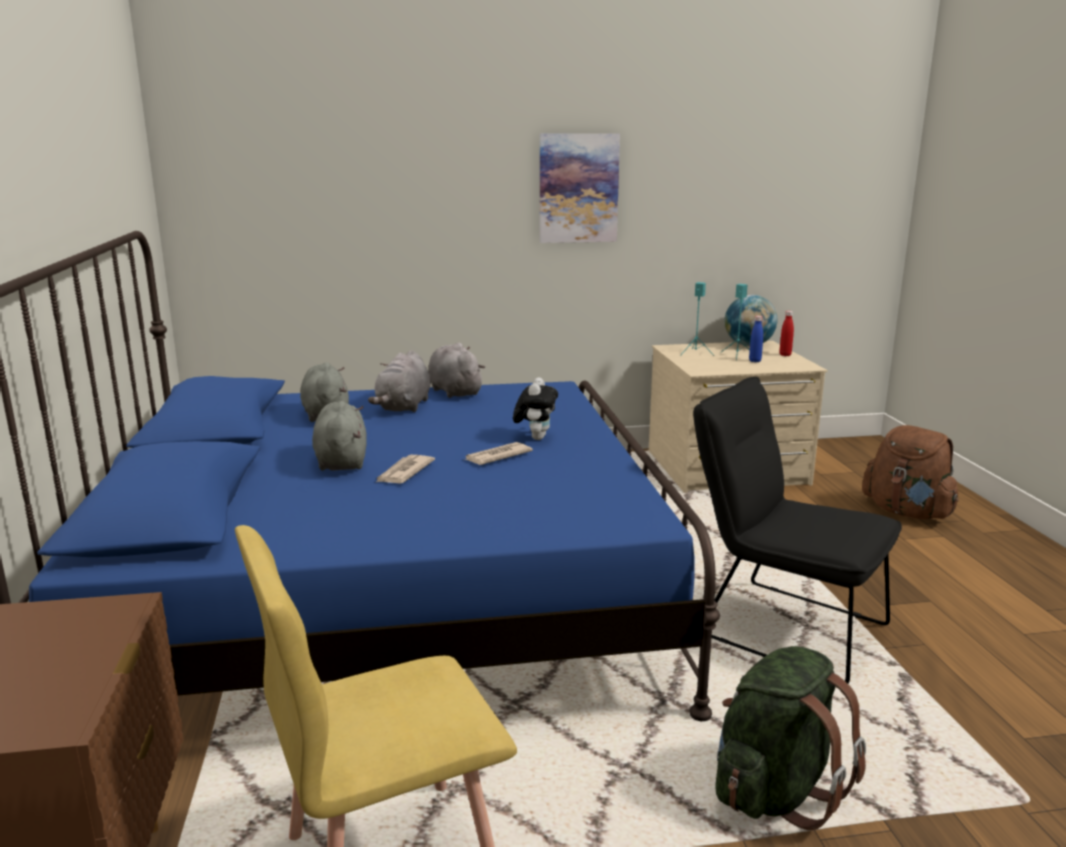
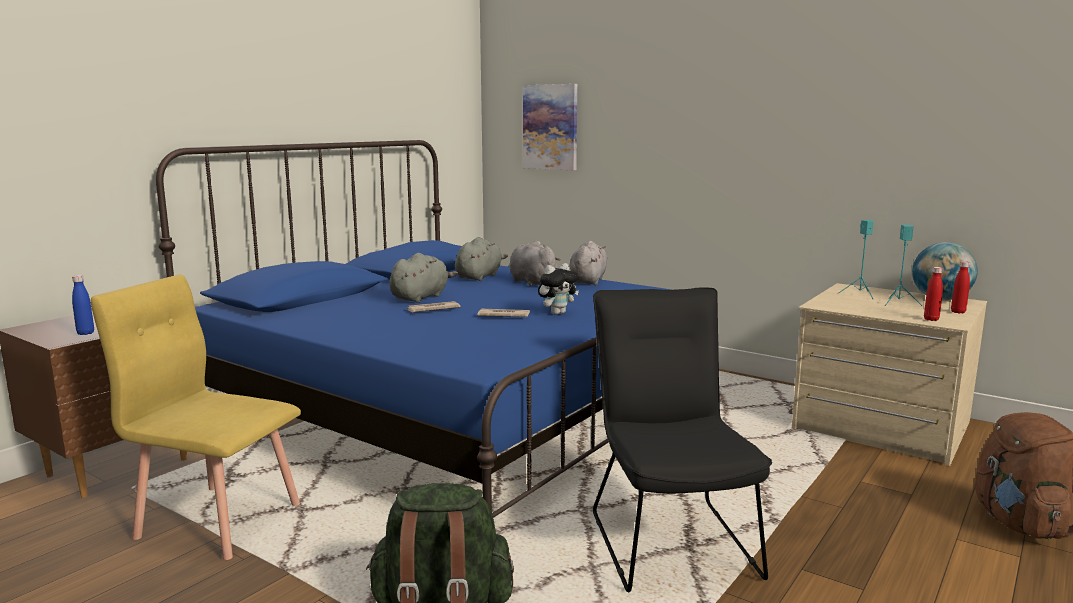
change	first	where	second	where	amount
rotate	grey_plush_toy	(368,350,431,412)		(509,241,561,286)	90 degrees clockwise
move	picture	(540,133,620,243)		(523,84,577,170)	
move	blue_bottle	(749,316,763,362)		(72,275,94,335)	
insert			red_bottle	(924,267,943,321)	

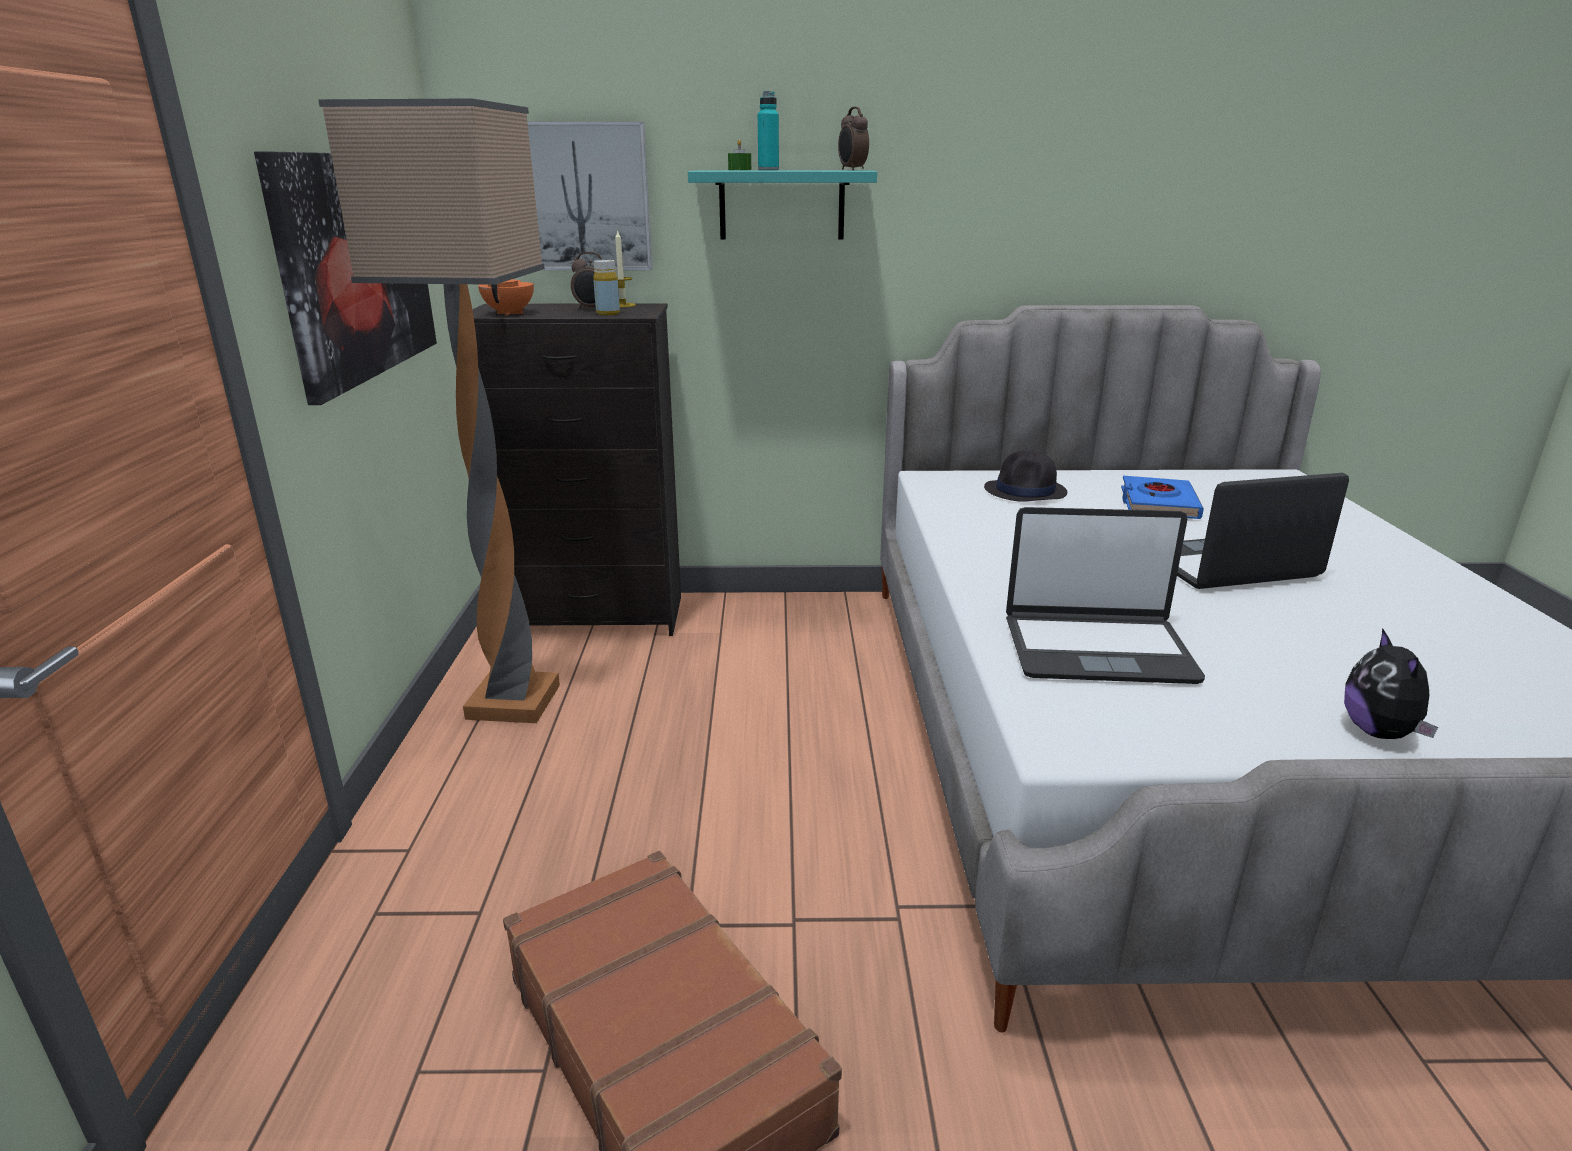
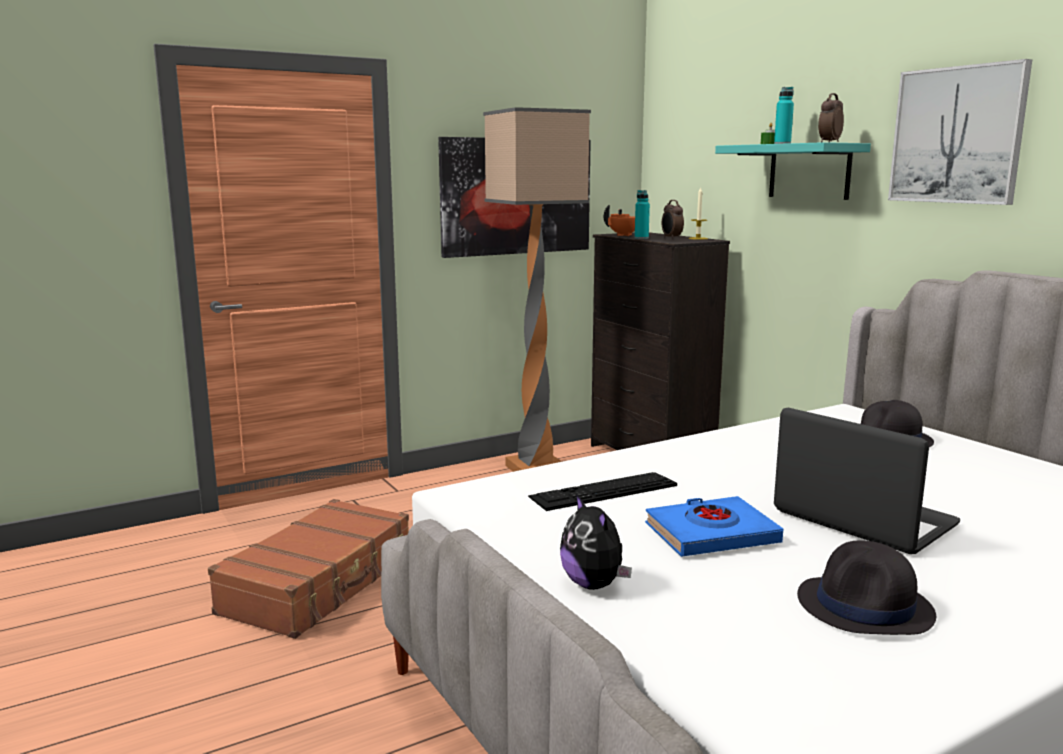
change	first	where	second	where	amount
move	picture	(527,121,652,270)		(888,59,1032,205)	
delete	yellow_bottle	(593,260,620,315)			
replace	laptop	(1006,507,1205,684)	keyboard	(528,472,677,511)	
move	blue_book	(1121,476,1204,519)		(645,496,783,557)	
rotate	plush_toy	(1344,628,1438,739)		(560,494,632,590)	90 degrees counterclockwise
insert			turquoise_bottle	(635,190,650,239)	
insert			black_hat	(797,540,936,635)	

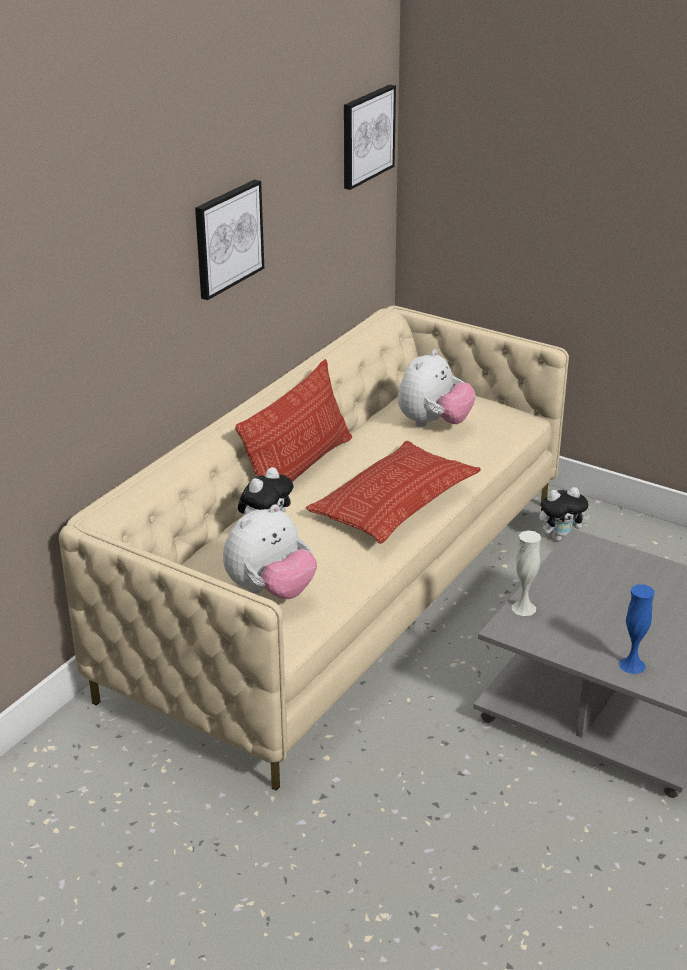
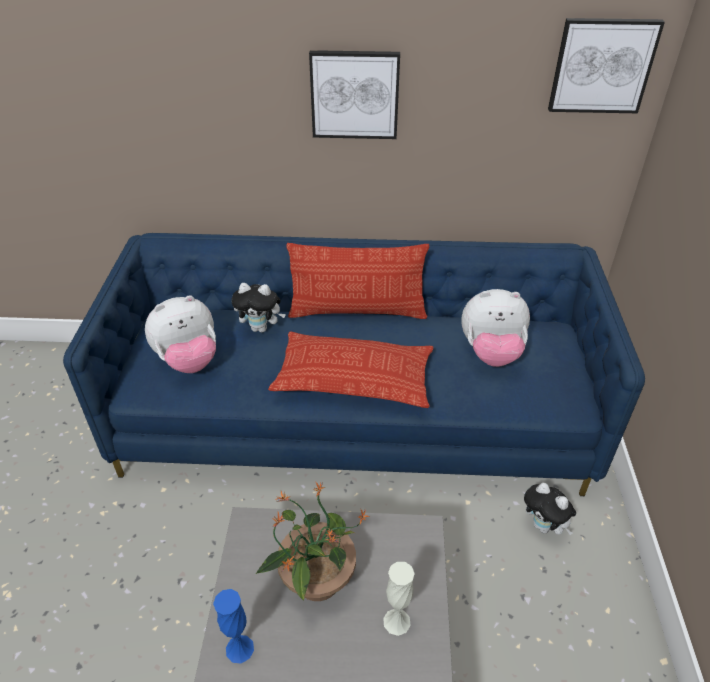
change	first	where	second	where	amount
recolor	beige_sofa	(59,305,569,791)	blue_sofa	(63,233,645,496)	
rotate	plush_toy	(223,505,317,599)		(145,295,216,373)	45 degrees counterclockwise
move	white_vase	(512,530,541,616)		(383,562,415,636)	
insert			potted_plant	(256,481,370,601)	

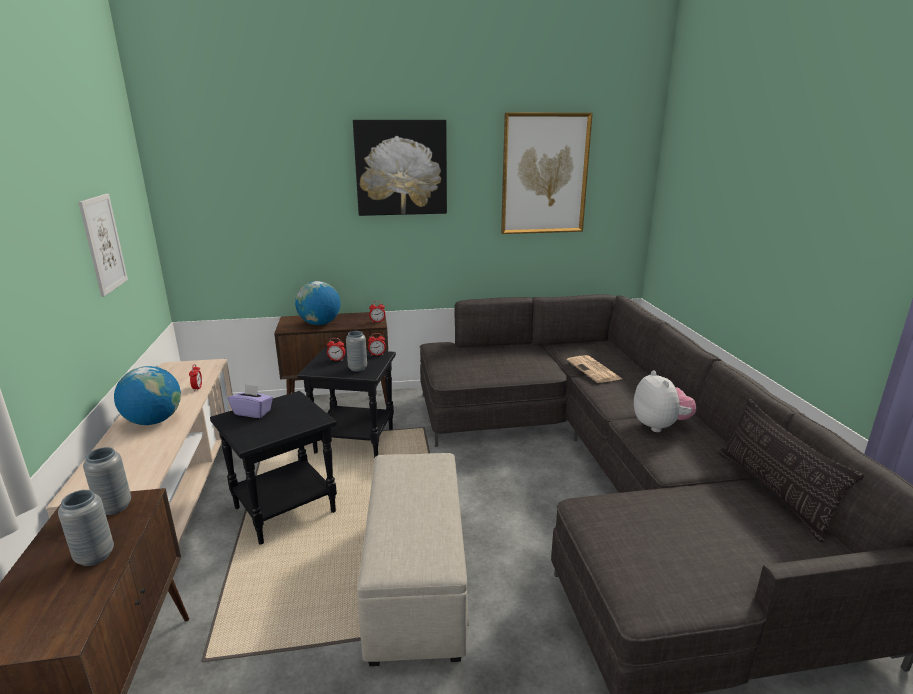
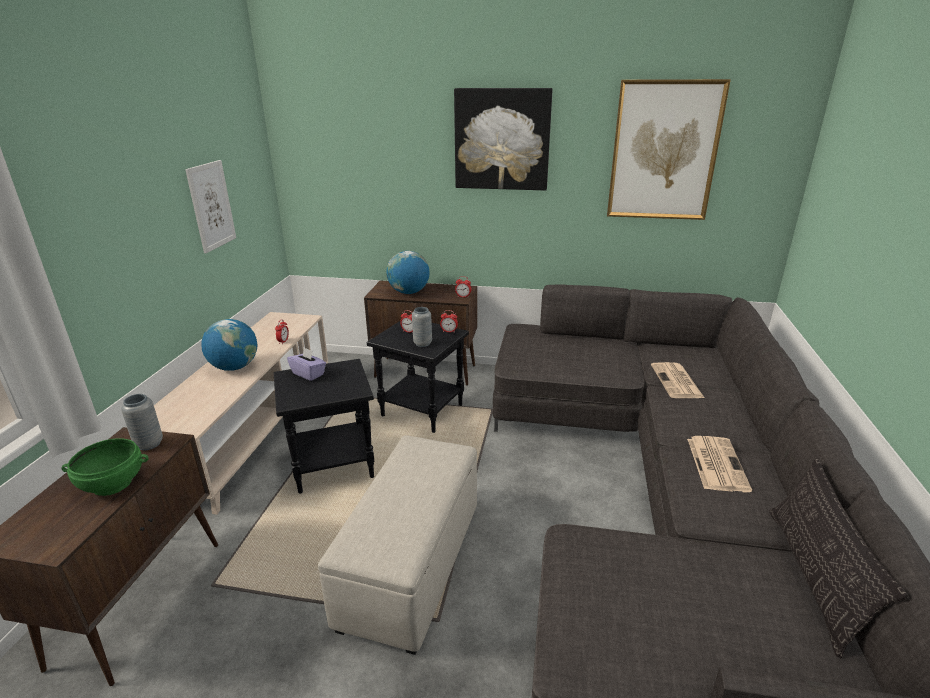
change	first	where	second	where	amount
replace	grey_vase	(58,490,114,566)	green_bowl	(61,438,149,496)	
replace	plush_toy	(633,370,696,432)	newspaper	(687,436,752,492)	

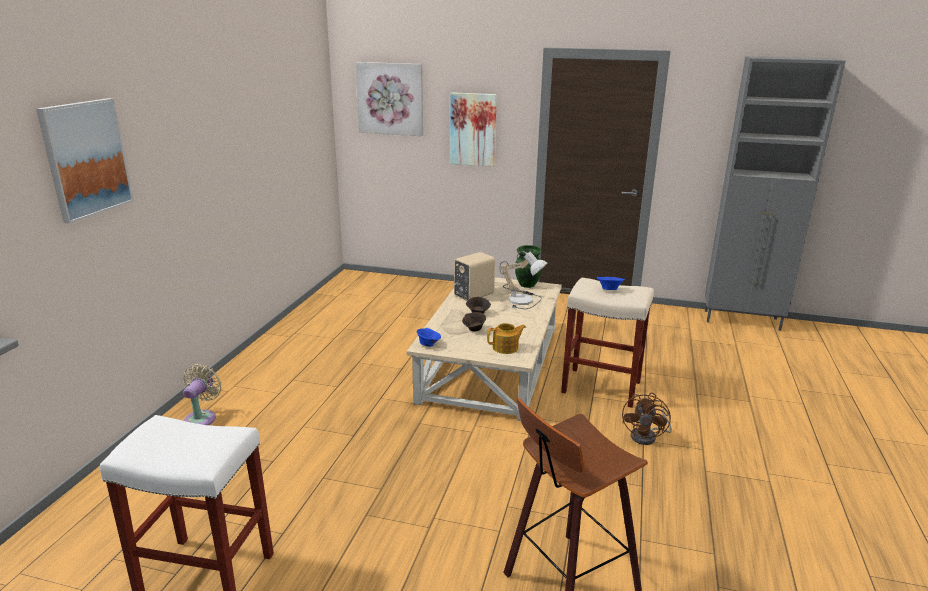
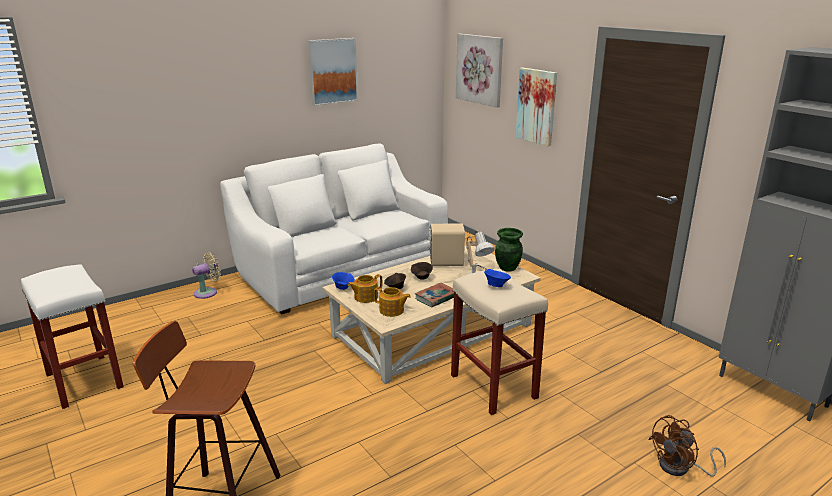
change	first	where	second	where	amount
move	picture	(36,98,134,224)		(308,38,358,106)	
move	brown_fan	(622,393,672,445)		(648,415,726,477)	
insert			white_sofa	(220,143,448,314)	
insert			teapot	(348,274,382,303)	
insert			book	(415,283,454,307)	

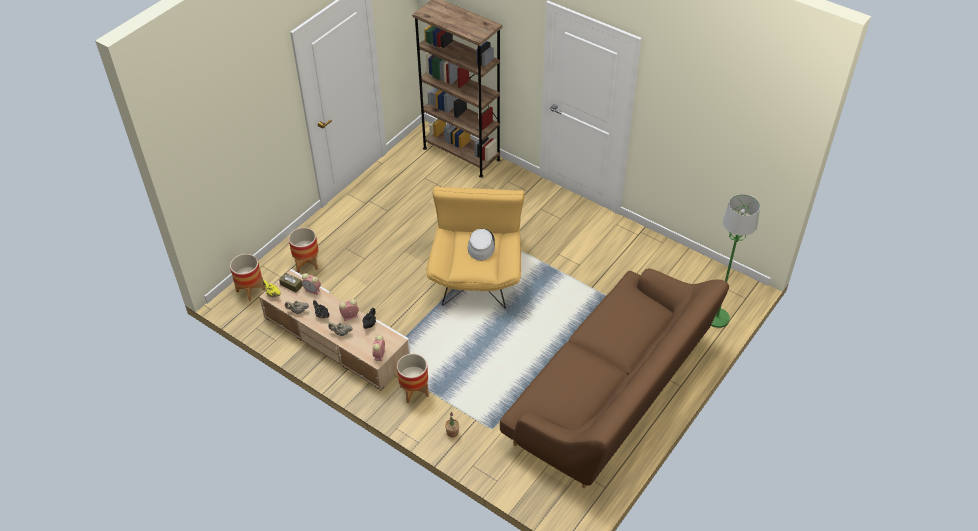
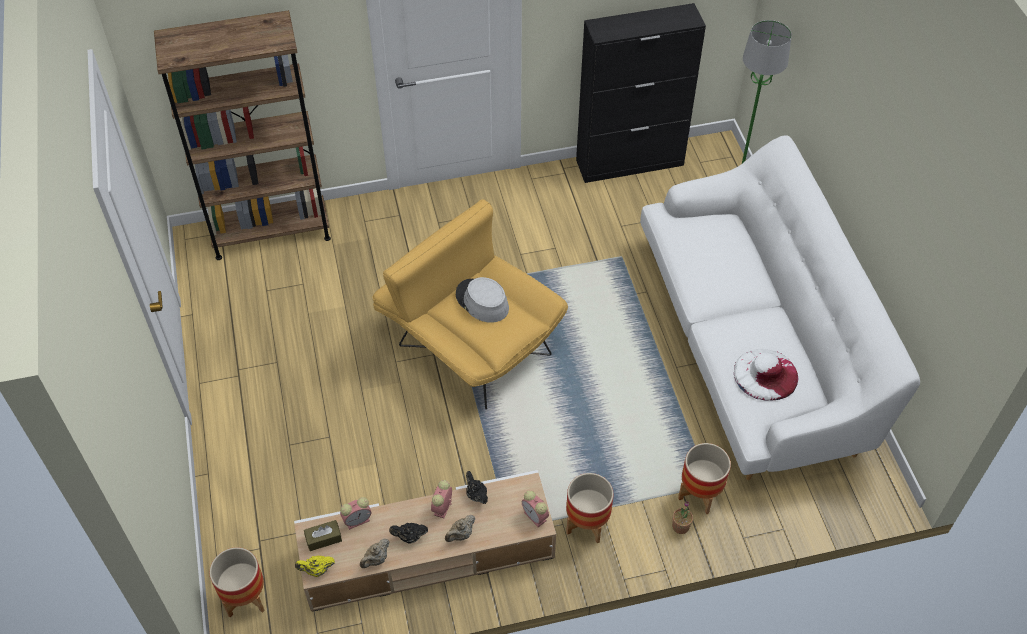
change	first	where	second	where	amount
move	planter	(289,227,319,273)		(678,443,731,514)	
recolor	brown_sofa	(500,268,729,488)	white_sofa	(640,135,920,480)	
insert			black_cabinet	(576,3,706,183)	
insert			white_hat	(734,349,798,401)	

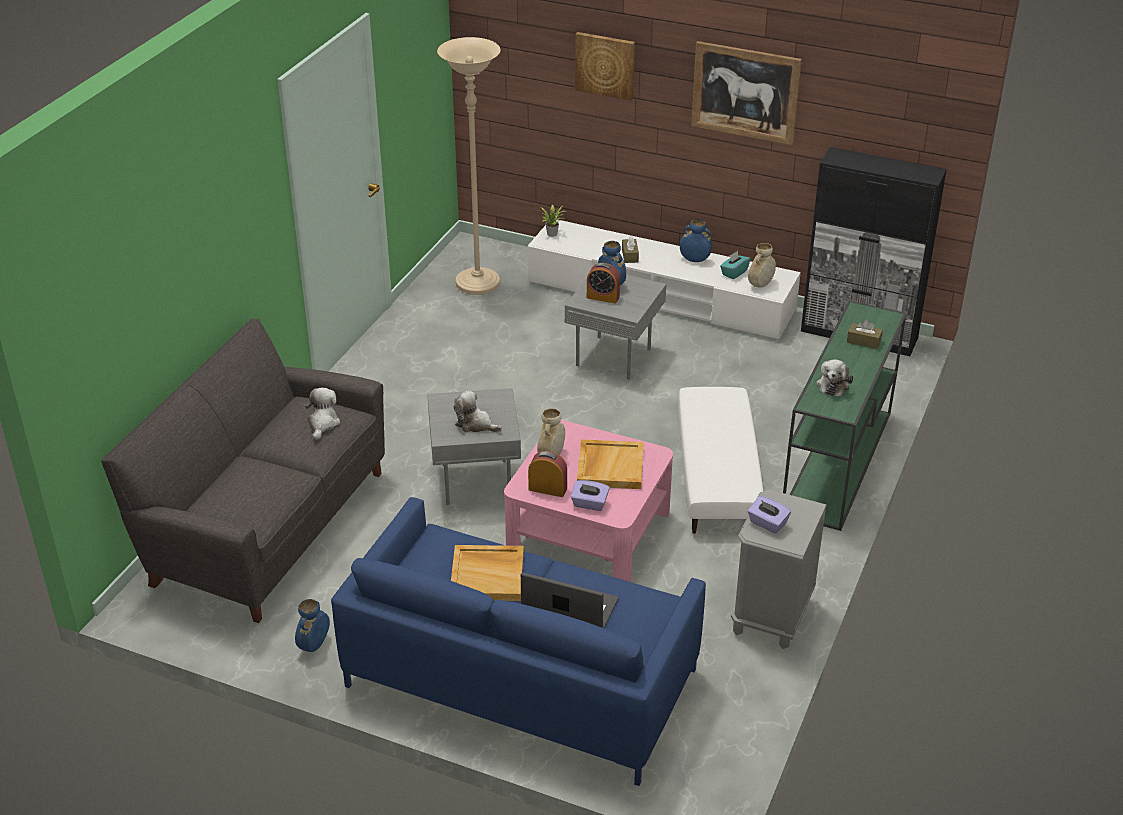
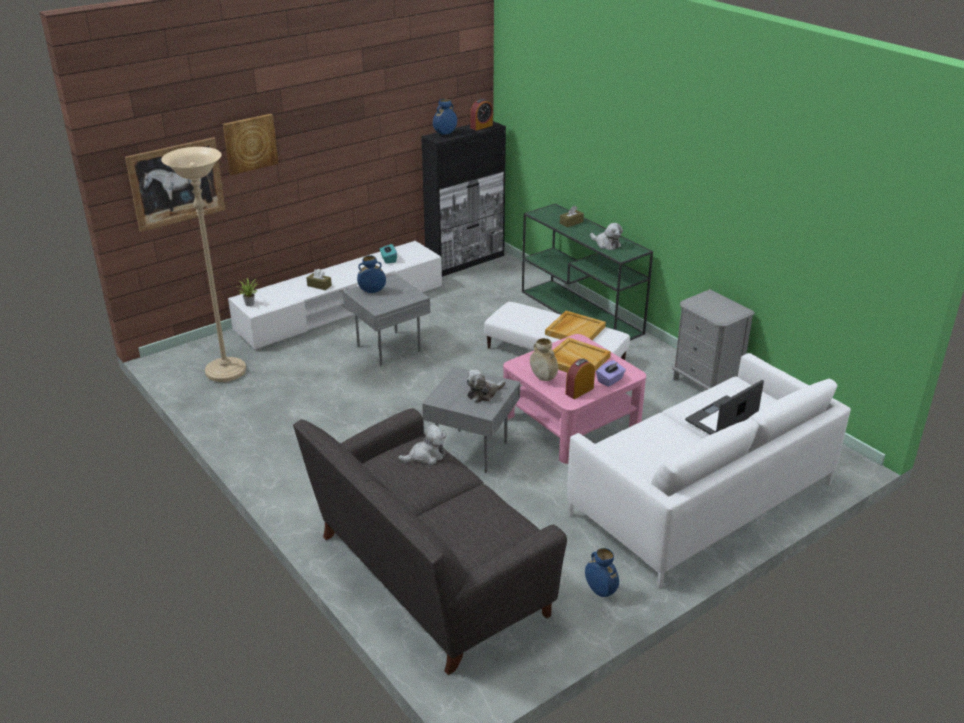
change	first	where	second	where	amount
rotate	plush_toy	(305,387,340,440)		(398,424,447,465)	120 degrees clockwise
recolor	blue_sofa	(331,497,706,786)	white_sofa	(567,353,851,589)	
move	beige_tray	(451,545,524,601)		(545,311,606,340)	
move	alarm_clock	(587,263,620,303)		(470,99,493,131)	
move	blue_vase	(680,219,712,262)		(433,99,457,135)	
move	picture	(691,41,802,145)		(125,137,226,232)	
delete	beige_vase	(748,243,776,288)			
delete	purple_tissue_box	(748,496,791,534)			

